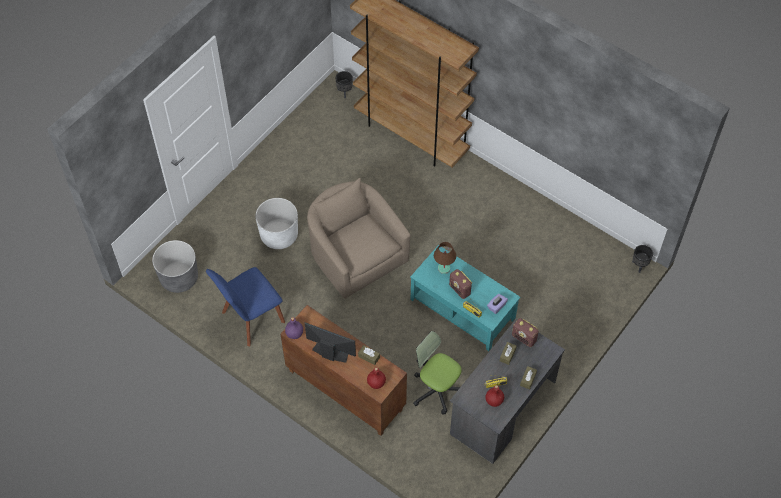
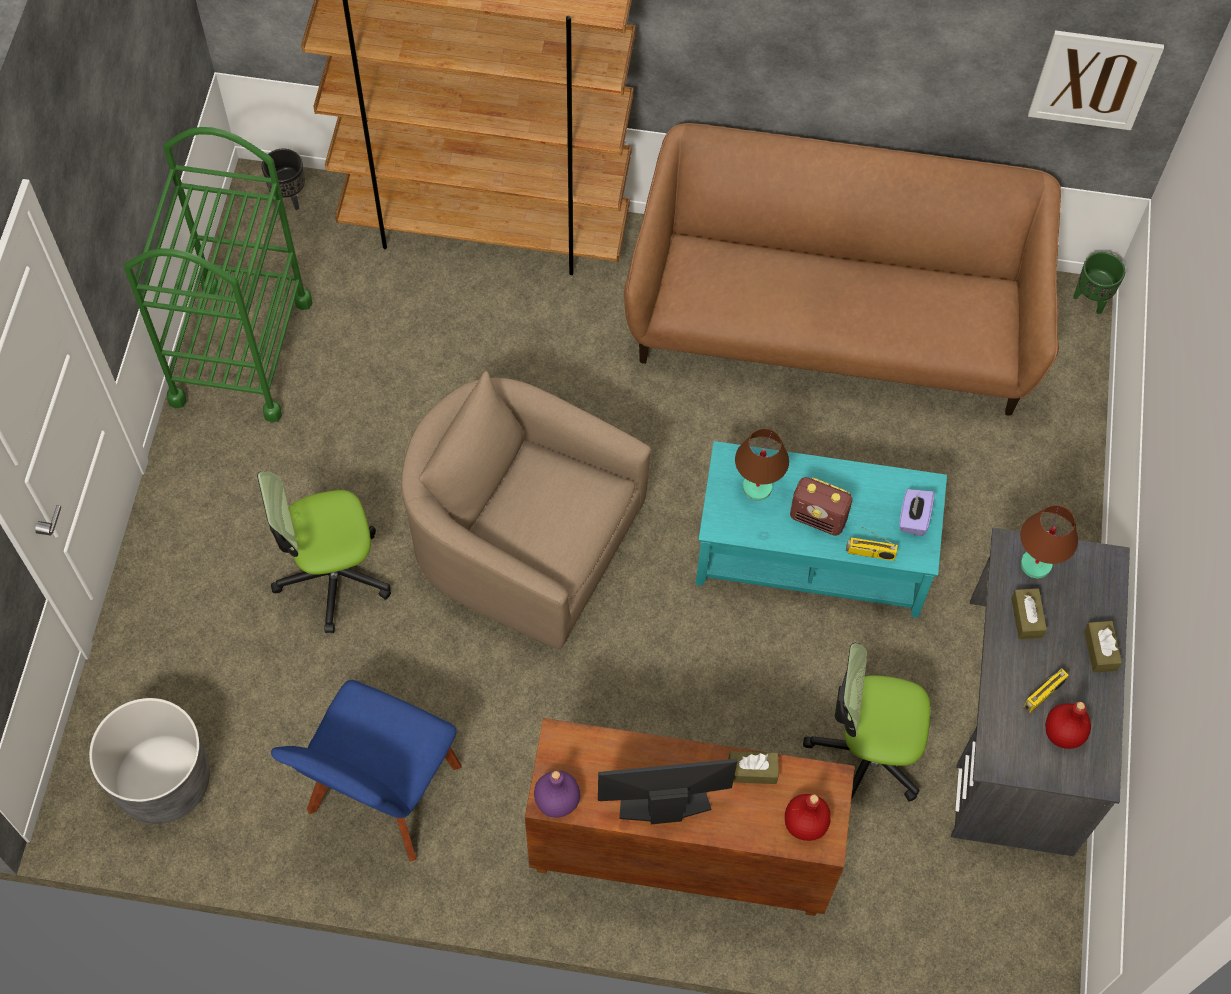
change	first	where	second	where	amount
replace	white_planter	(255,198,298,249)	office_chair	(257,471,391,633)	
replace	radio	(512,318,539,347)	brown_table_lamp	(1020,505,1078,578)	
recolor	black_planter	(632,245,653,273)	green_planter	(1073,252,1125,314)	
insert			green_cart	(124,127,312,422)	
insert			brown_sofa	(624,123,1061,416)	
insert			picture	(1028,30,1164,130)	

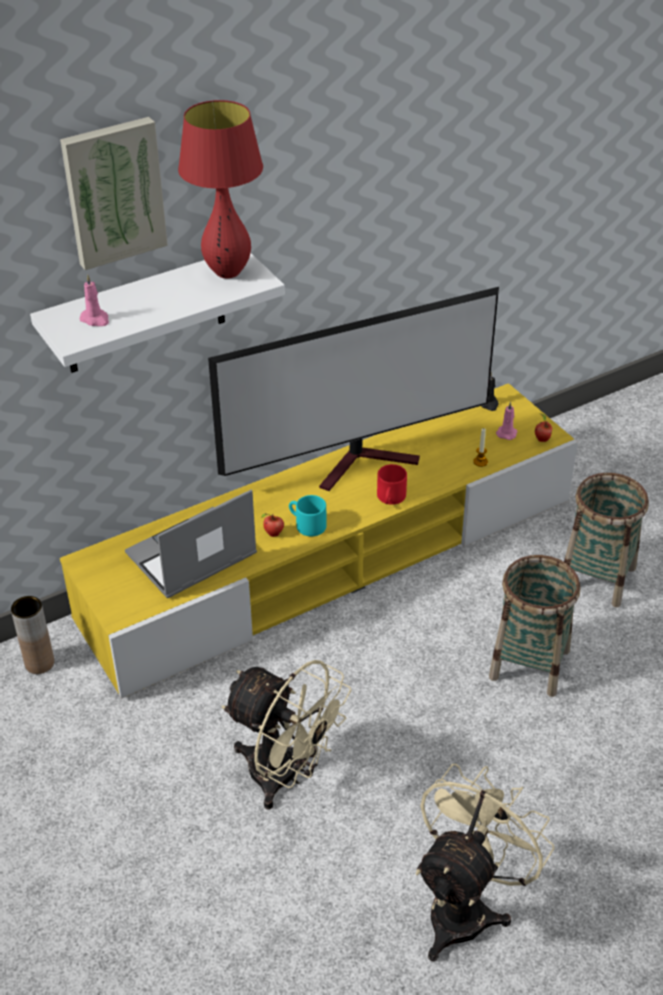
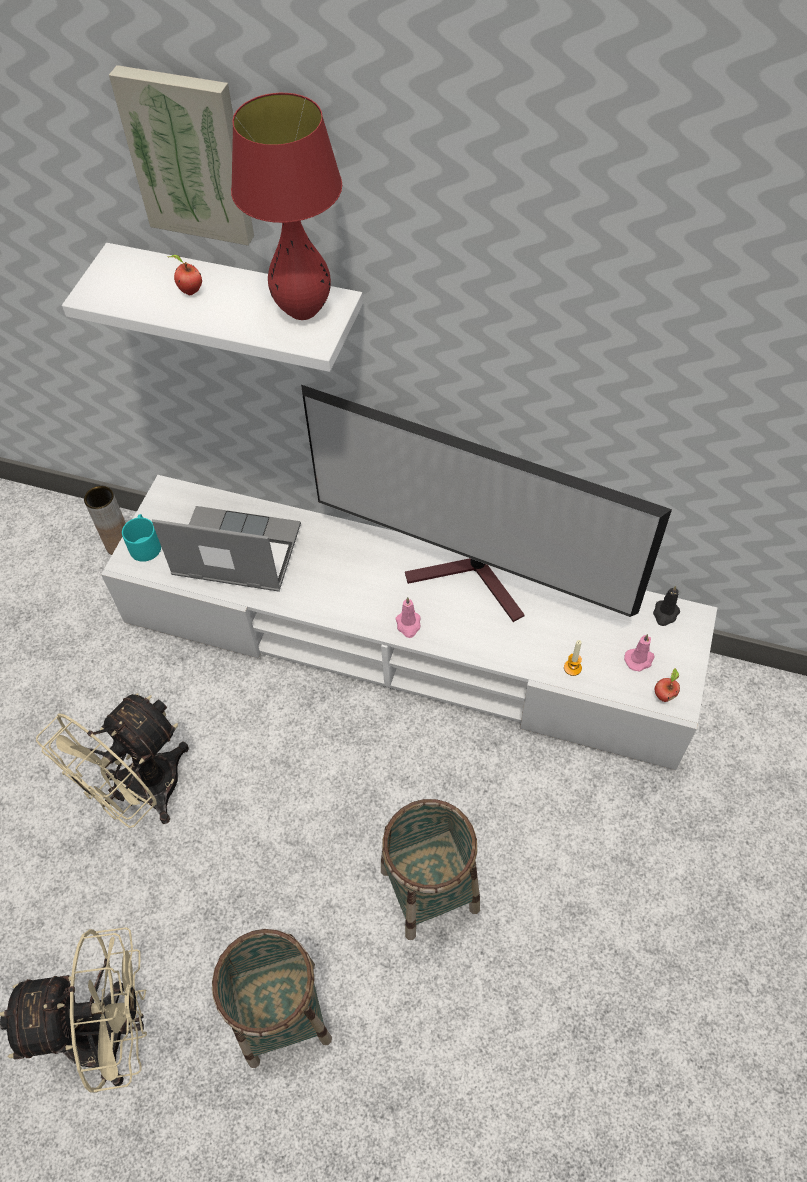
change	first	where	second	where	amount
recolor	yellow_tv_stand	(60,383,578,699)	white_tv_stand	(101,475,717,770)	
move	pink_candle	(79,274,109,326)		(396,597,421,638)	
rotate	beige_fan	(222,660,351,810)		(36,693,189,828)	45 degrees clockwise
move	apple	(261,513,284,537)		(169,255,202,295)	
move	turquoise_mug	(289,495,327,536)		(122,514,161,562)	
delete	red_mug	(377,464,407,505)			
move	basket	(564,473,649,607)		(212,929,332,1068)	

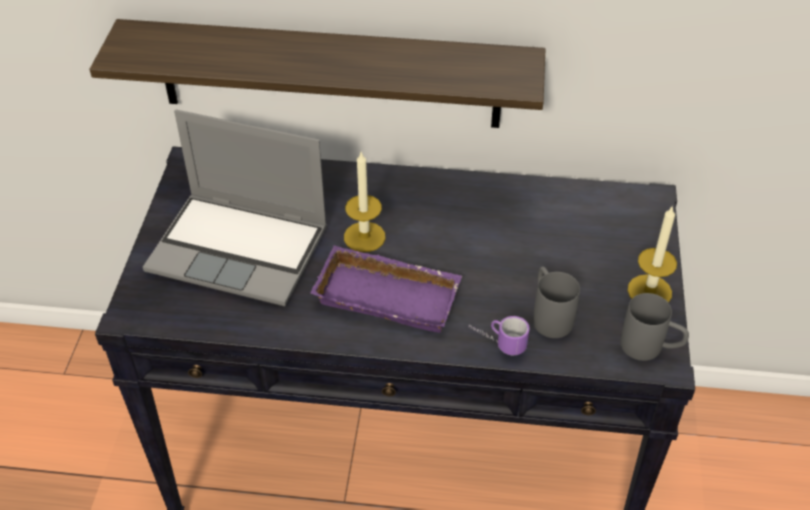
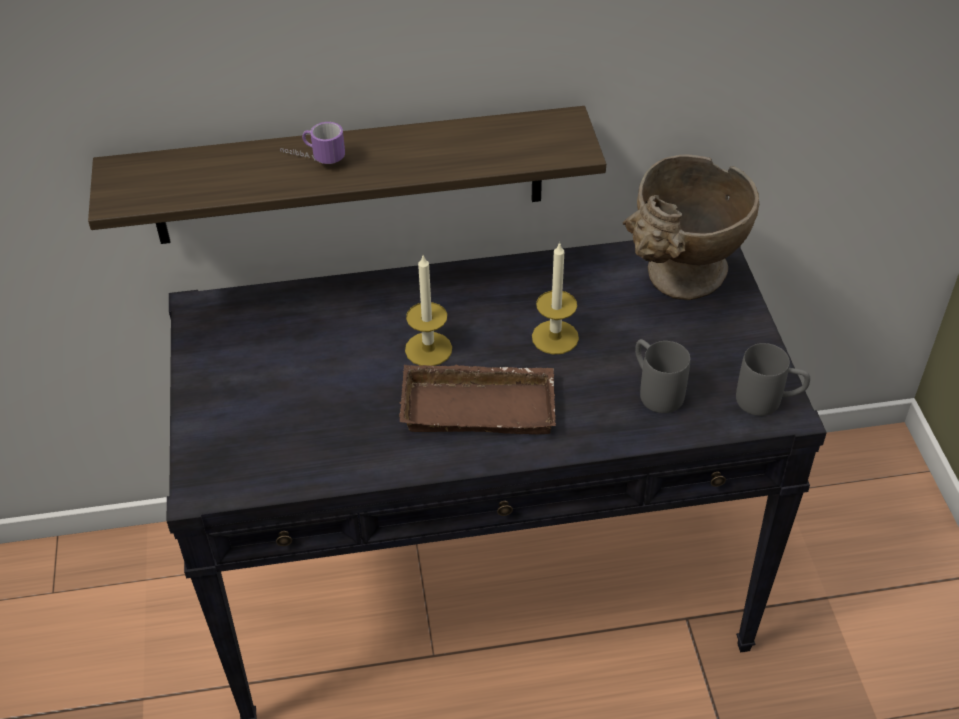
change	first	where	second	where	amount
delete	laptop	(143,109,327,306)			
recolor	purple_tray	(311,245,462,333)	brown_tray	(399,365,556,434)	
move	mug	(469,316,530,355)		(280,122,345,164)	
move	candle	(628,205,677,303)		(532,242,579,354)	
insert			beige_vase	(622,154,759,300)	

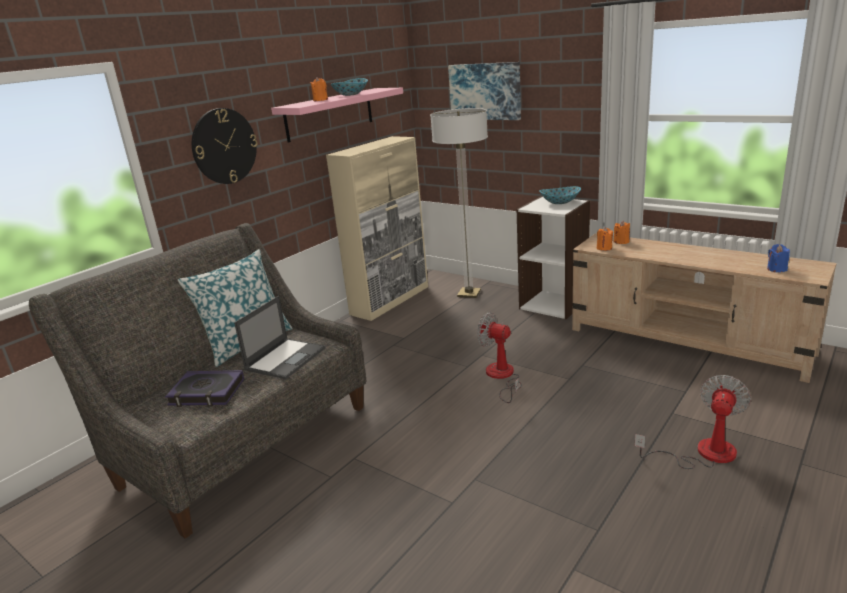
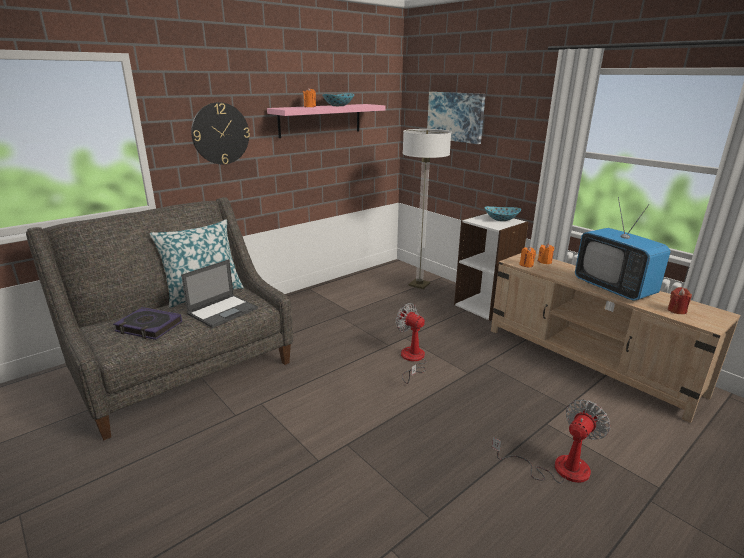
change	first	where	second	where	amount
delete	beige_cabinet	(326,136,428,321)			
recolor	blue_candle	(767,244,790,272)	red_candle	(668,287,692,314)	
insert			television	(575,197,670,301)	

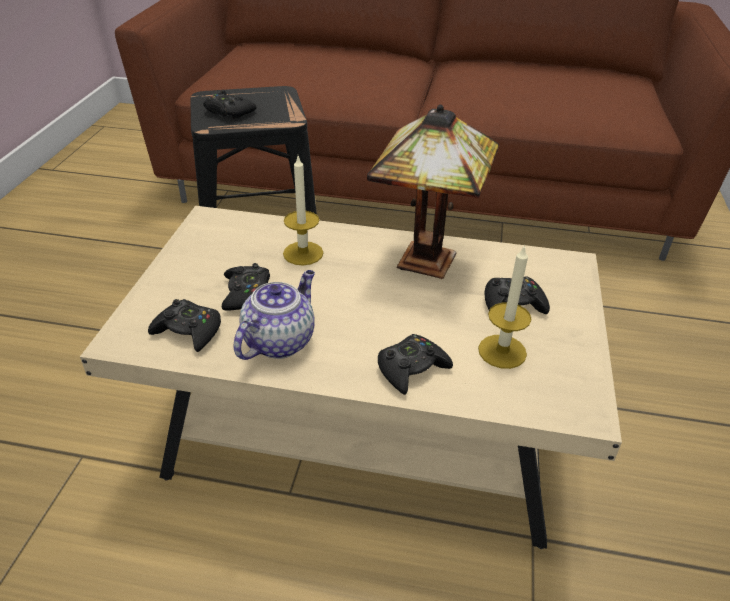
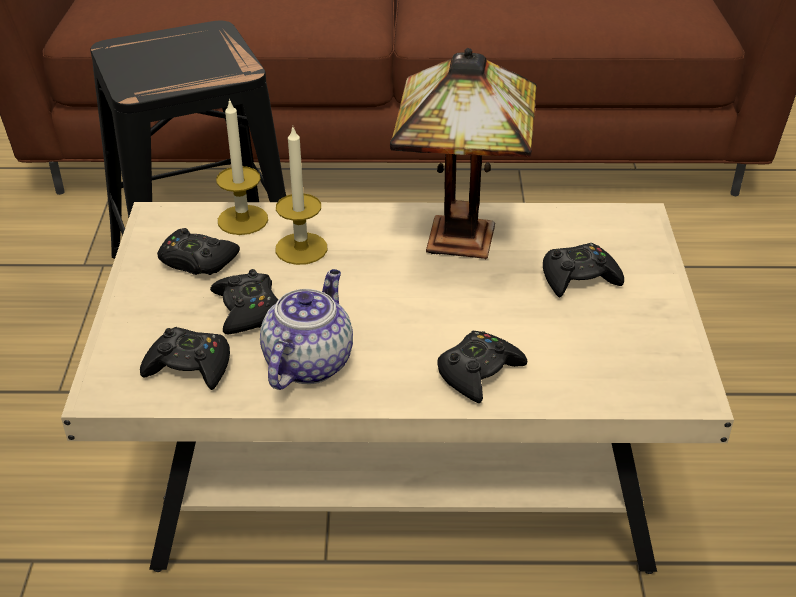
change	first	where	second	where	amount
move	black_game_controller	(203,90,256,119)		(157,228,240,275)	
move	candle	(478,244,532,369)		(216,98,268,235)	

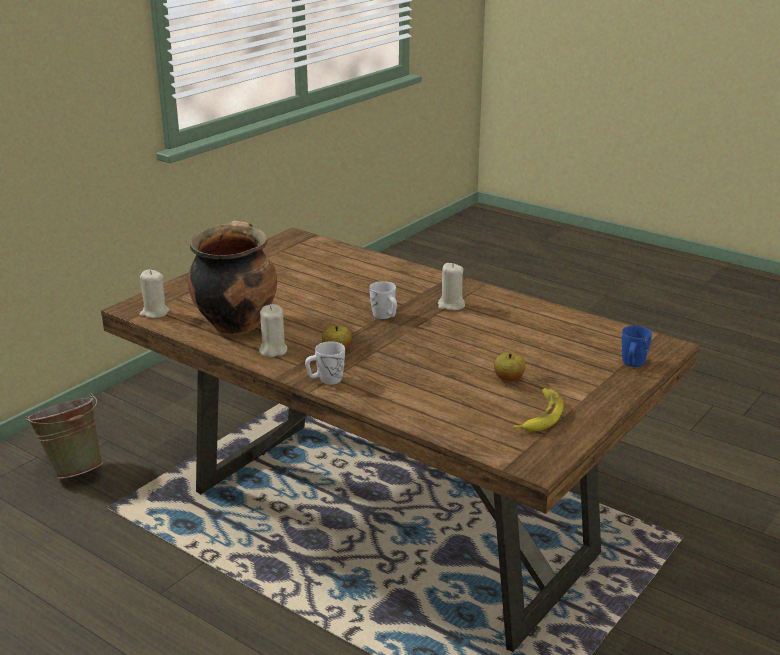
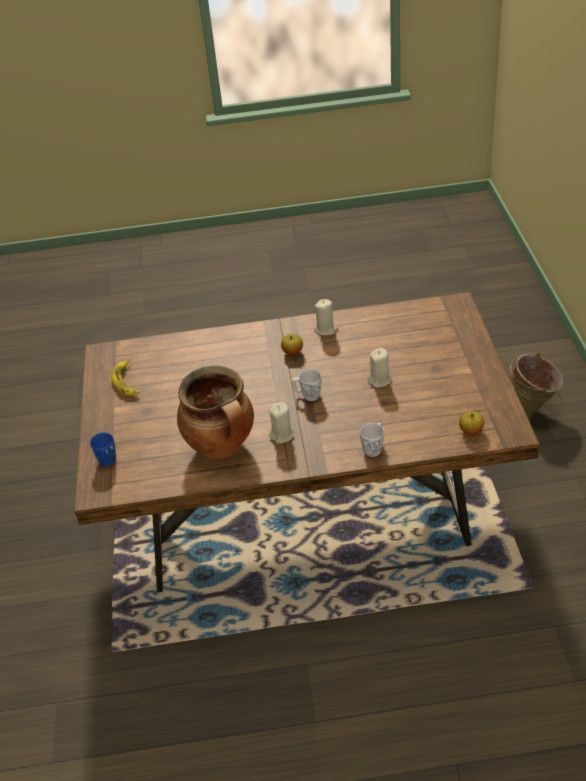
change	first	where	second	where	amount
move	beige_candle	(139,270,170,318)		(368,348,391,387)	
move	cooking_pot	(188,220,277,335)		(177,366,254,459)	
move	white_mug	(305,342,345,385)		(360,423,384,457)	
move	apple	(494,353,525,382)		(459,411,484,435)	

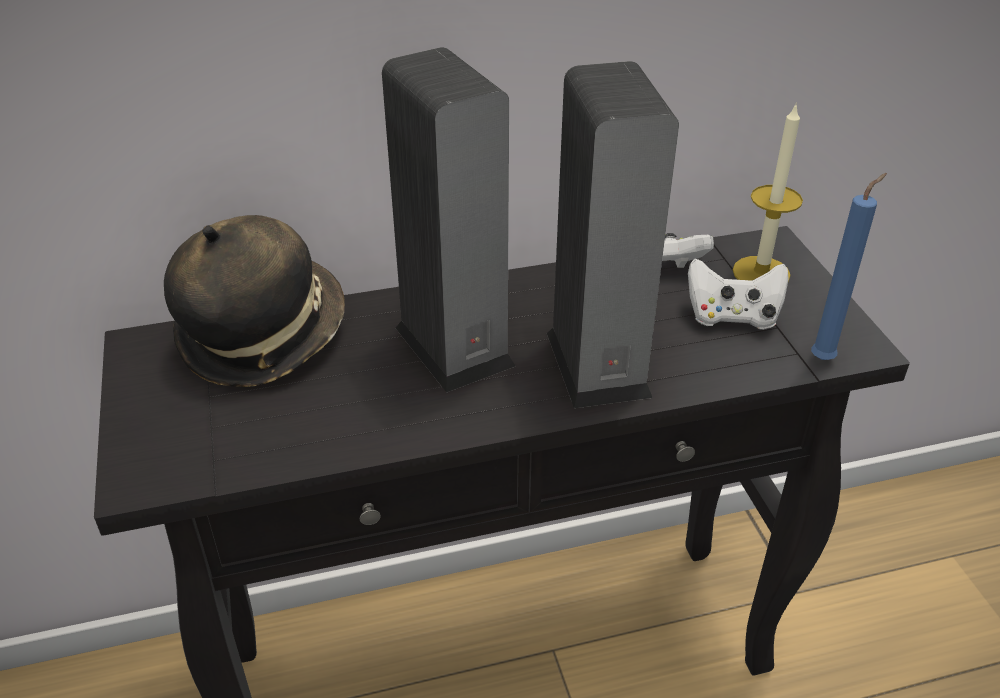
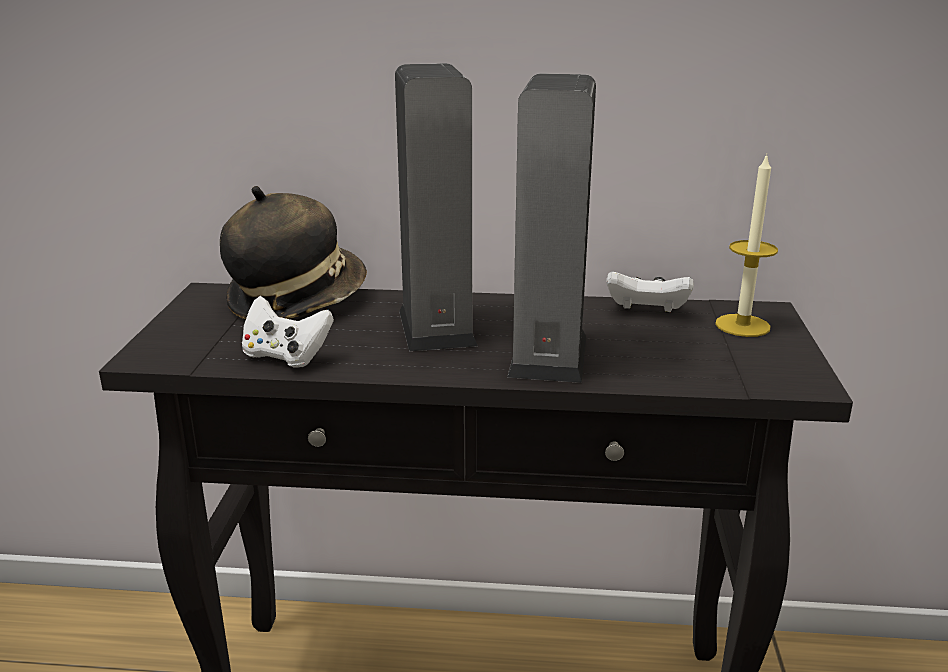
change	first	where	second	where	amount
move	white_game_controller	(688,259,789,330)		(242,296,334,367)	
delete	blue_candle	(811,173,887,360)			

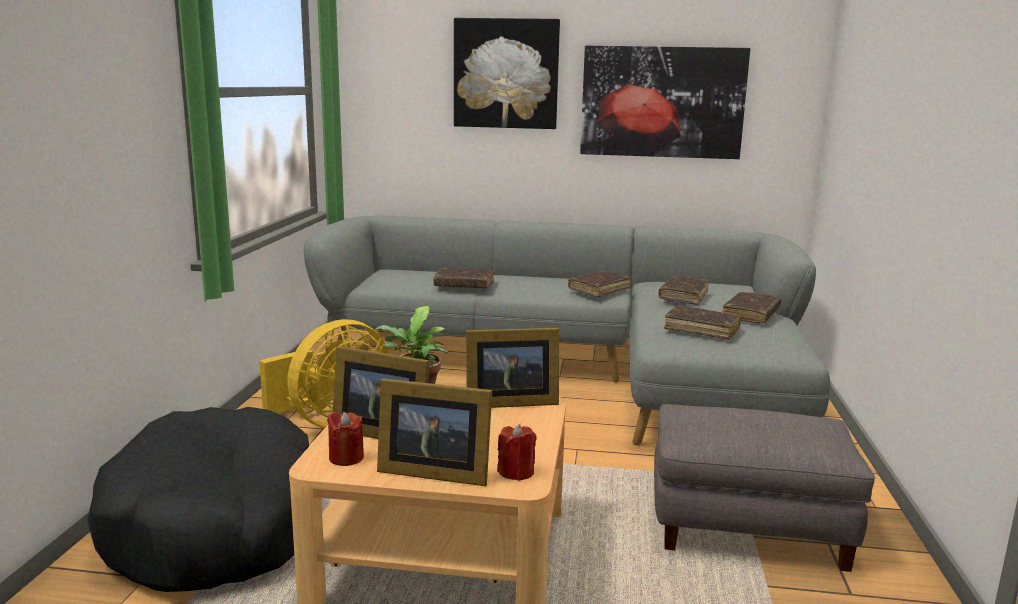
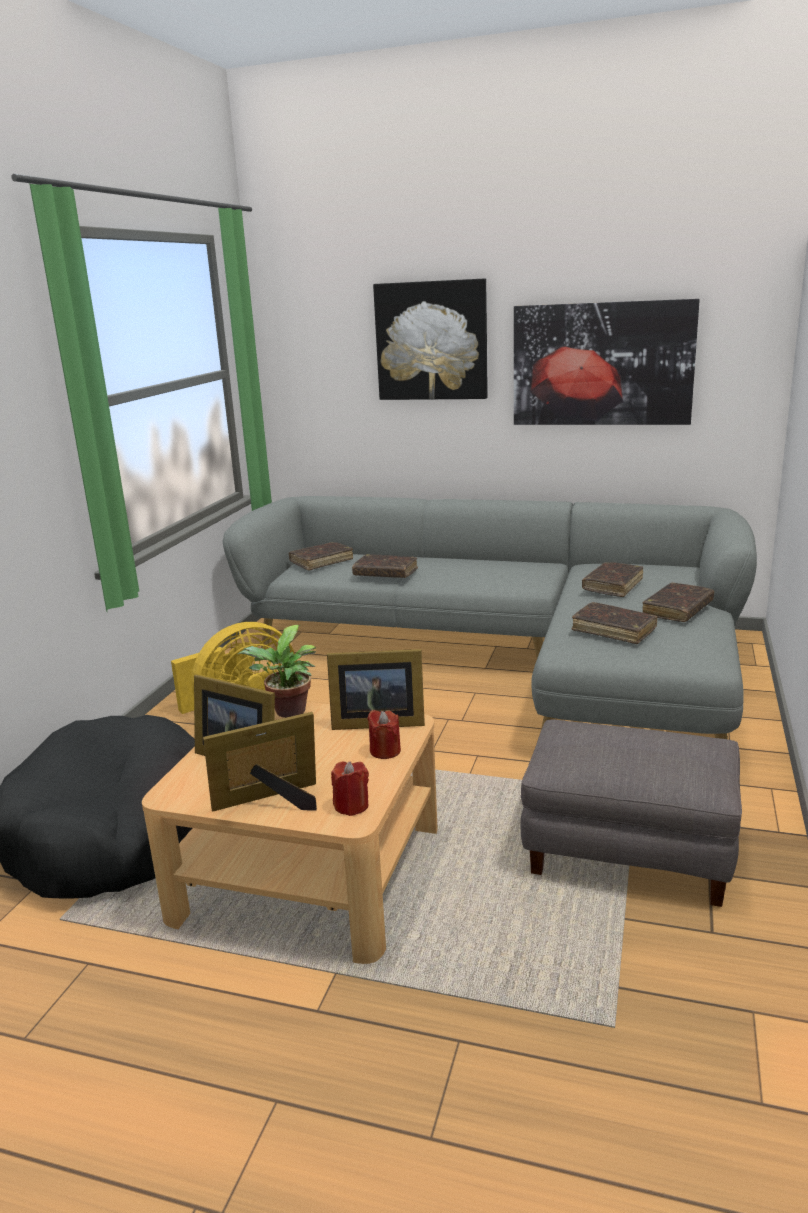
change	first	where	second	where	amount
move	red_candle	(327,412,364,466)		(368,710,401,759)	
rotate	picture_frame	(377,378,492,486)		(203,712,317,812)	135 degrees clockwise
move	brown_book	(568,271,631,297)		(289,542,353,570)	

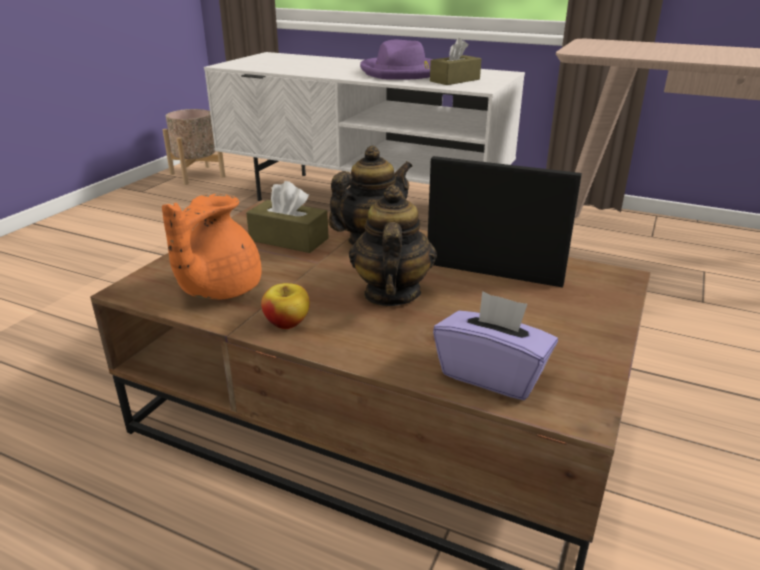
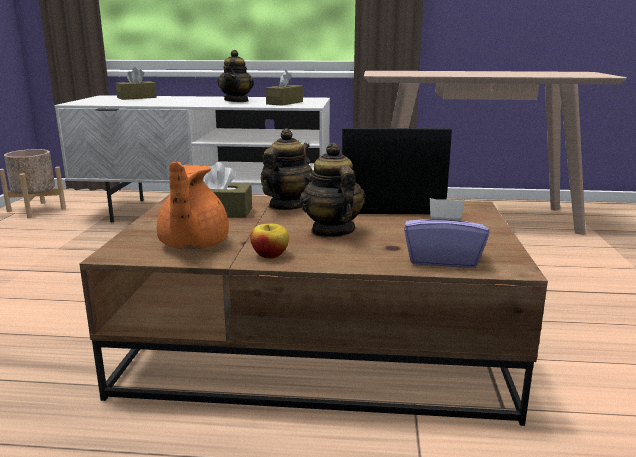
change	first	where	second	where	amount
replace	purple_hat	(360,40,433,80)	teapot	(217,50,254,102)	
insert			brown_tissue_box	(116,67,157,100)	

